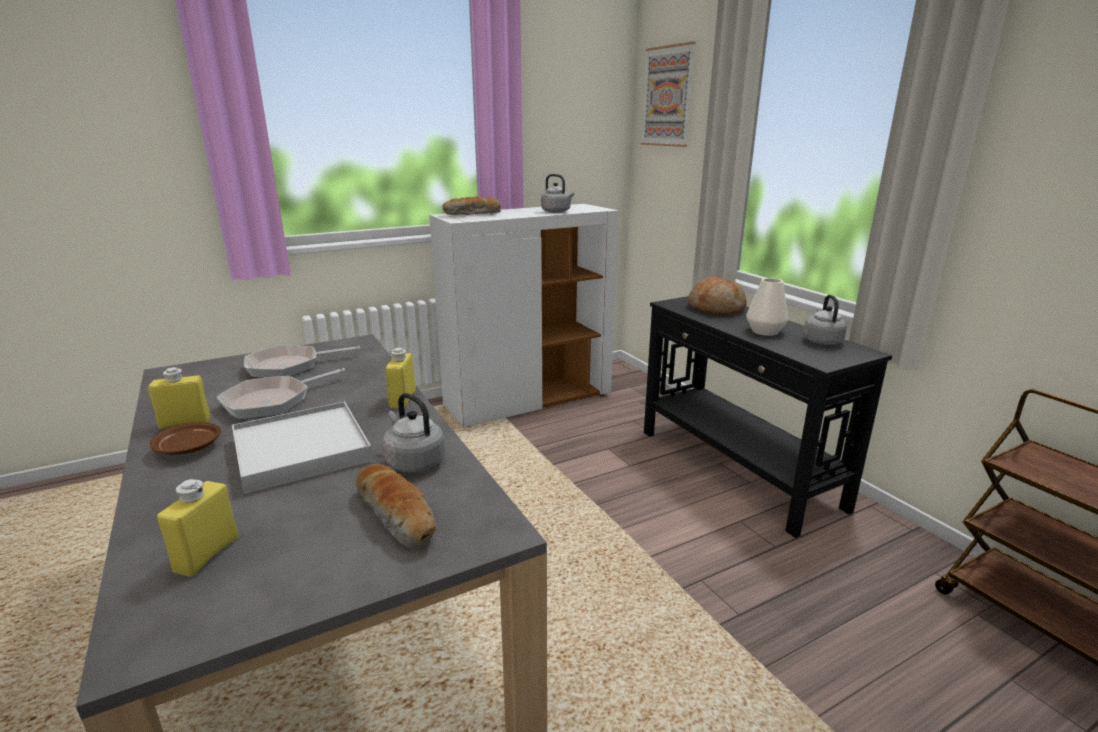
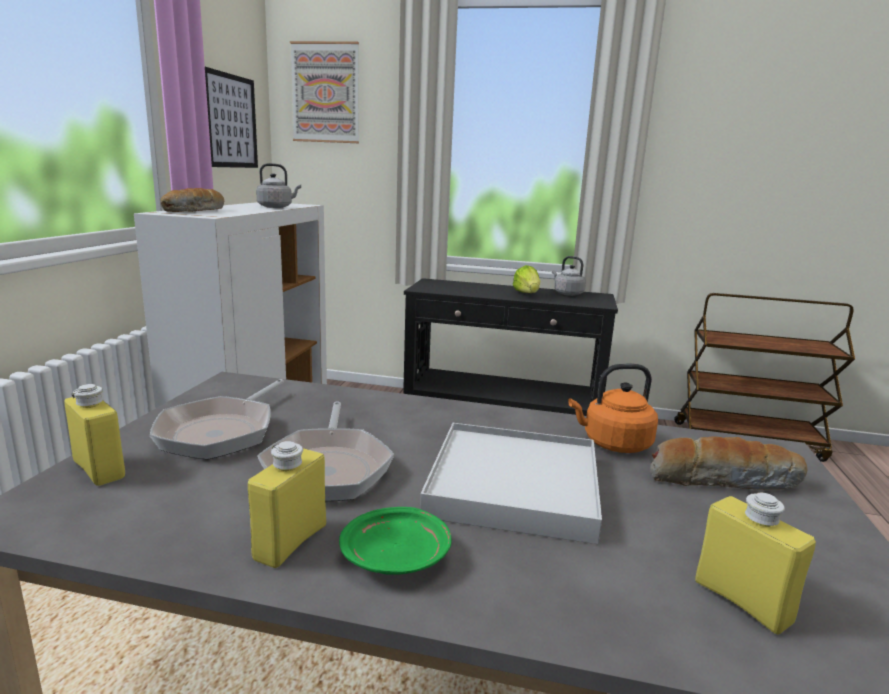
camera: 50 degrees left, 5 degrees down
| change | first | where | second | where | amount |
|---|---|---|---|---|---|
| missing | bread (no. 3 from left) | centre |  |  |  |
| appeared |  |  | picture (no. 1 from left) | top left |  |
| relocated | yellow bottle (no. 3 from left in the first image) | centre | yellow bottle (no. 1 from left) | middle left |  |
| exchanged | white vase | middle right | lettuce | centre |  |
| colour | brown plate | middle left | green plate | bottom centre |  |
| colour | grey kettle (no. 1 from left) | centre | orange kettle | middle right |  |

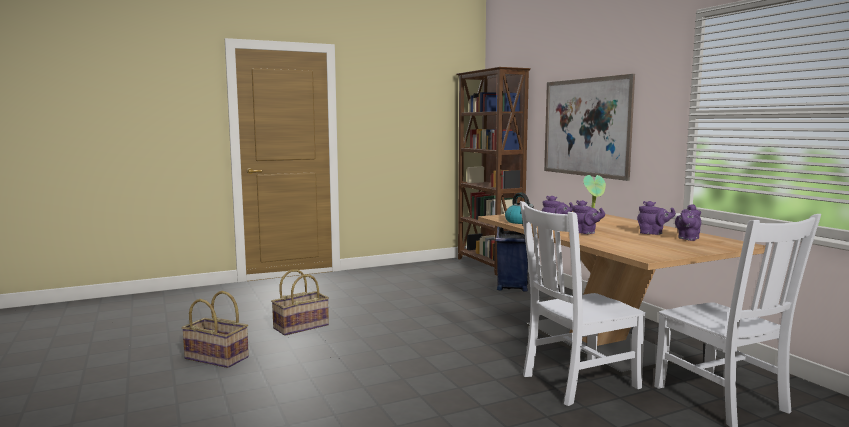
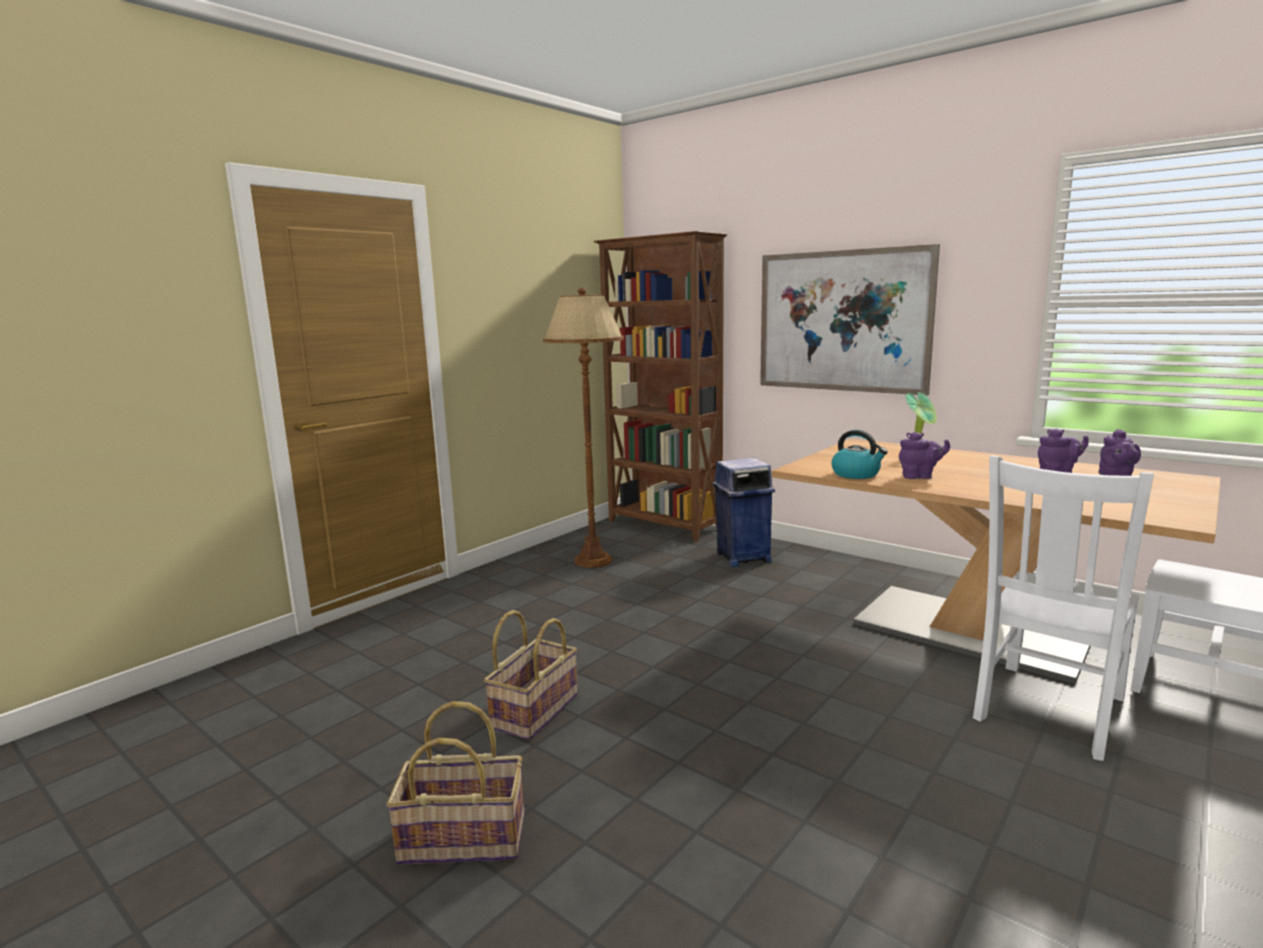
camera: 25 degrees left, 5 degrees up
| change | first | where | second | where | amount |
|---|---|---|---|---|---|
| missing | purple teapot (no. 2 from left) | middle right |  |  |  |
| appeared |  |  | brown floor lamp | centre |  |

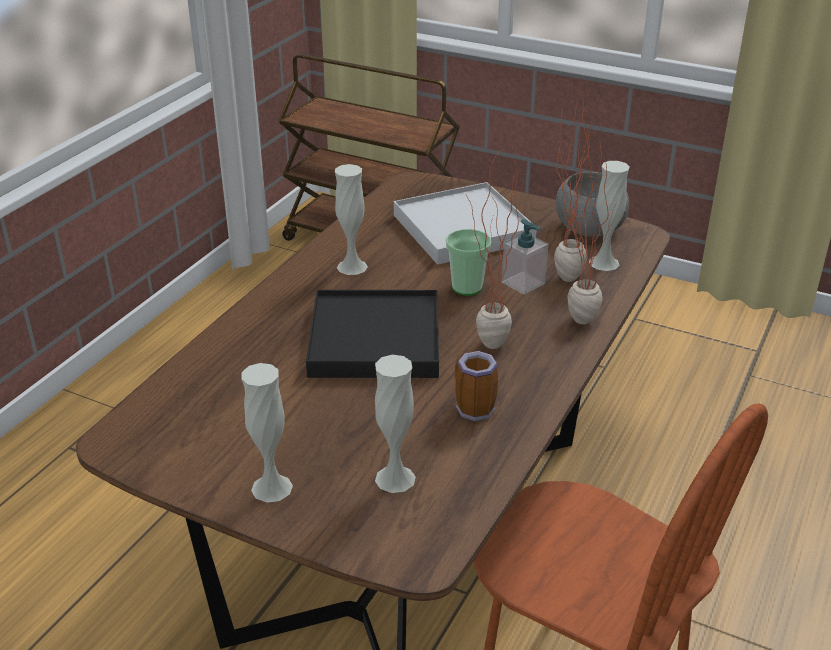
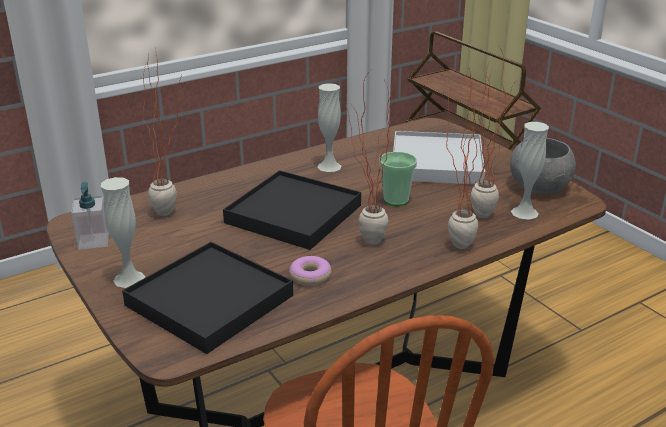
camera: 30 degrees right, 5 degrees down
| change | first | where | second | where | amount |
|---|---|---|---|---|---|
| appeared |  |  | potted plant (no. 1 from left) | top left |  |
| relocated | soap dispenser | centre |  | middle left |  |
| exchanged | white vase (no. 3 from left) | centre | black tray (no. 1 from left) | bottom left |  |
| exchanged | mug | centre | donut | centre |  |

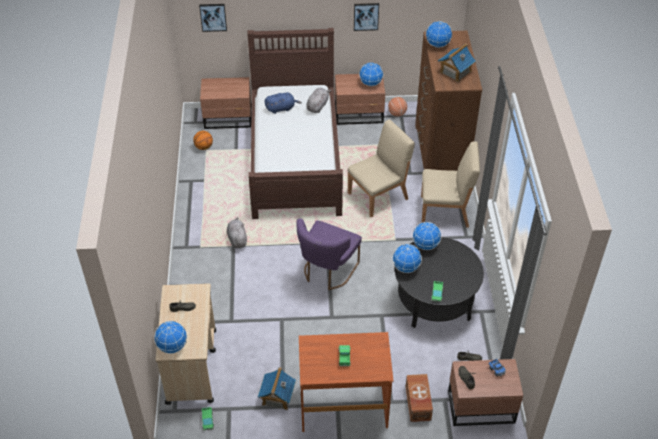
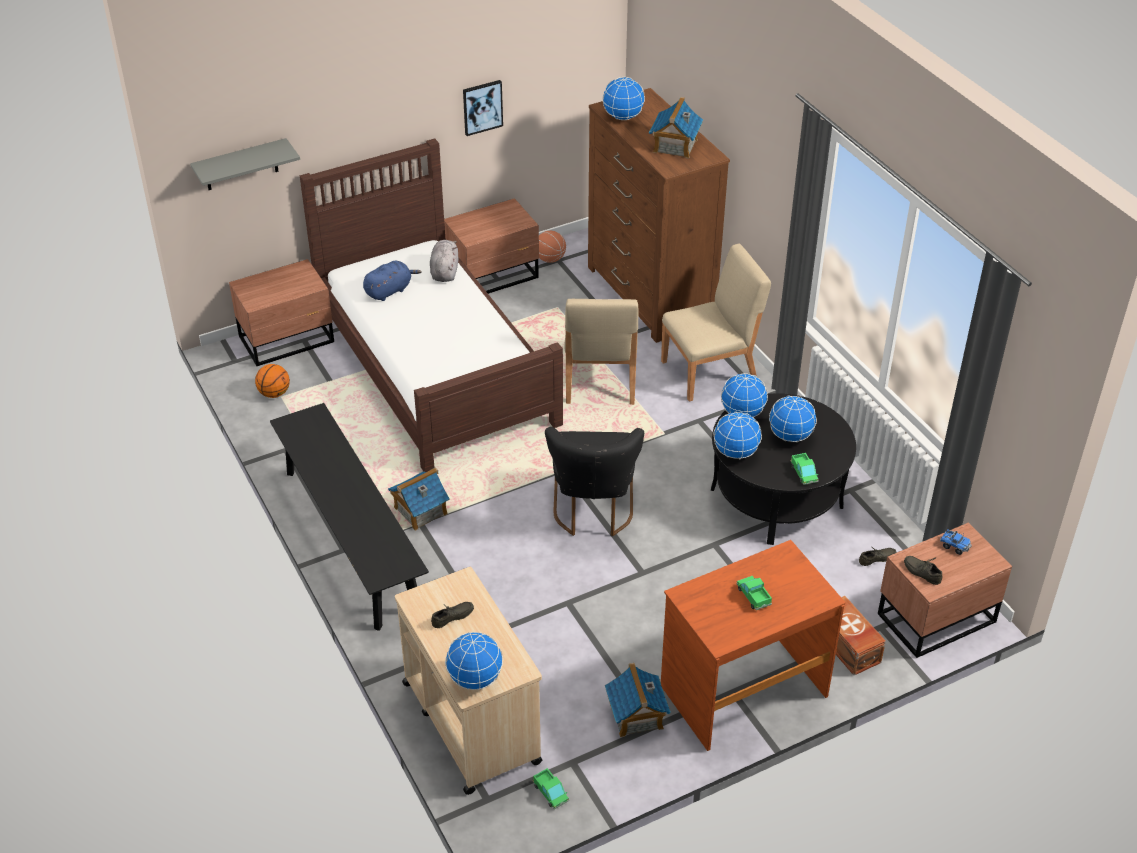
camera: 25 degrees left, 5 degrees down
| change | first | where | second | where | amount |
|---|---|---|---|---|---|
| appeared |  |  | black bench | middle left |  |
| relocated | globe (no. 2 from left in the first image) | top centre | globe (no. 5 from left) | middle right |  |
| exchanged | picture (no. 1 from left) | top left | grey shelf | top left |  |
| exchanged | grey plush toy (no. 1 from left) | centre | toy house (no. 1 from left) | centre |  |
| colour | purple chair | centre | black chair | centre |  |
| spun | beige chair (no. 1 from left) | centre |  | centre | 150 degrees clockwise |

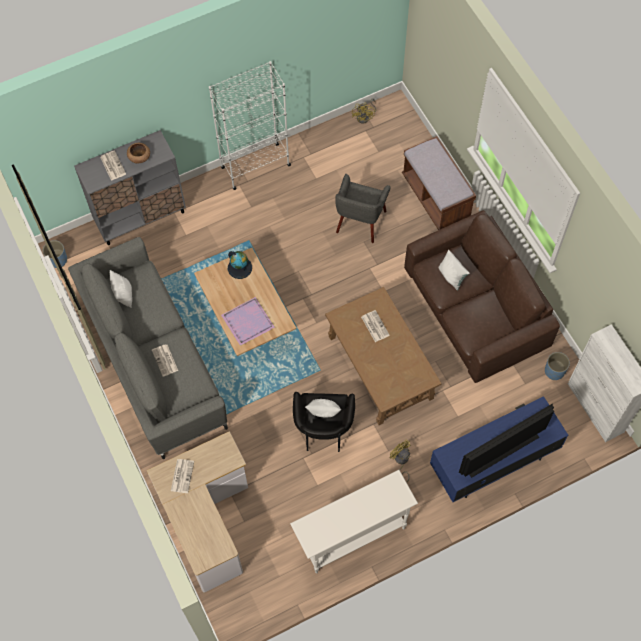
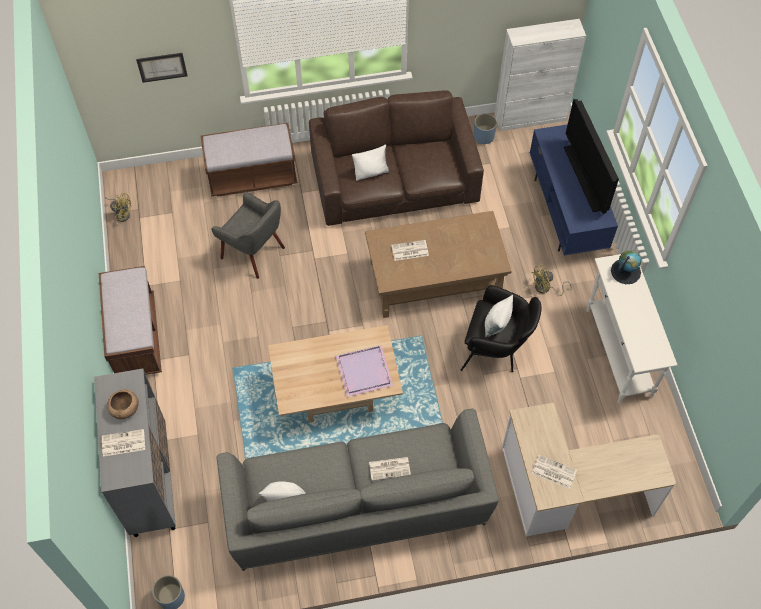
camera: 75 degrees left, 5 degrees down
| change | first | where | second | where | amount |
|---|---|---|---|---|---|
| appeared |  |  | picture | top left |  |
| relocated | globe | centre |  | middle right |  |
| exchanged | white bookcase | top centre | brown bench (no. 1 from left) | middle left |  |

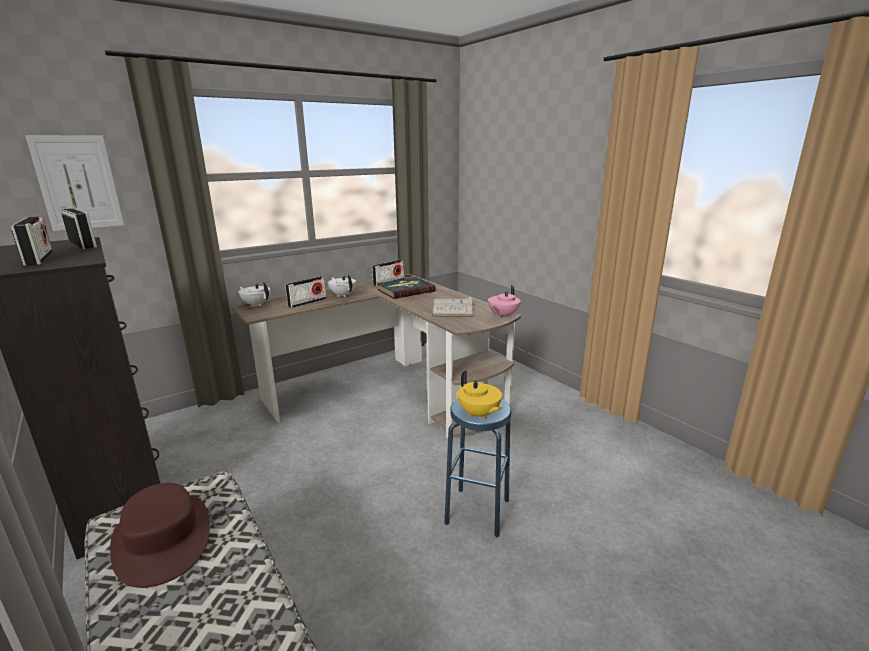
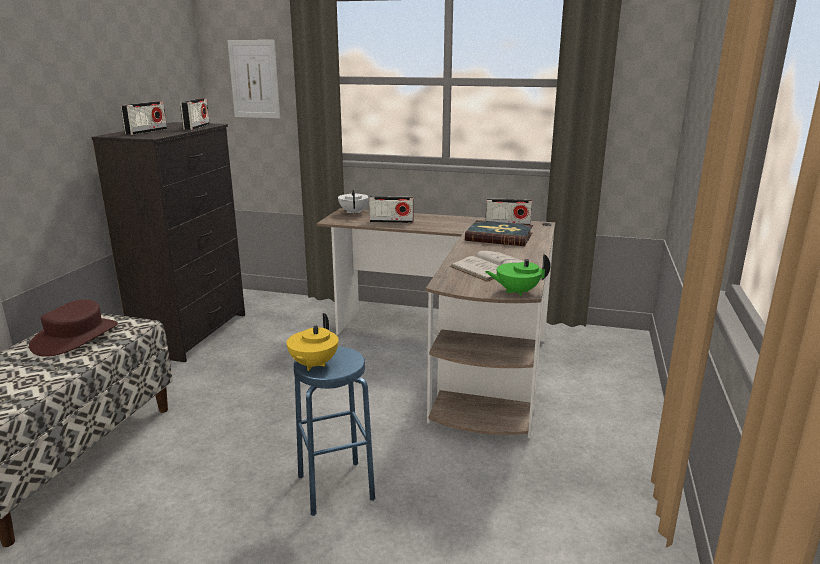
camera: 50 degrees right, 0 degrees up
| change | first | where | second | where | amount |
|---|---|---|---|---|---|
| missing | white teapot (no. 2 from left) | centre |  |  |  |
| colour | pink teapot | centre | green teapot | centre |  |

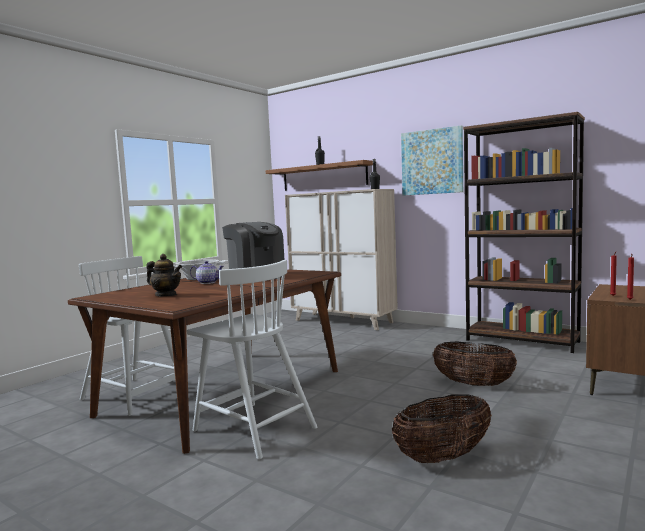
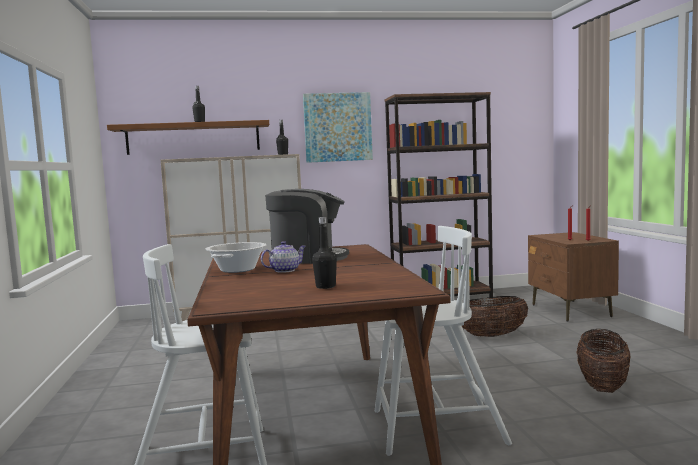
camera: 45 degrees left, 0 degrees up
| change | first | where | second | where | amount |
|---|---|---|---|---|---|
| exchanged | teapot (no. 1 from left) | middle left | black bottle (no. 3 from left) | centre |  |

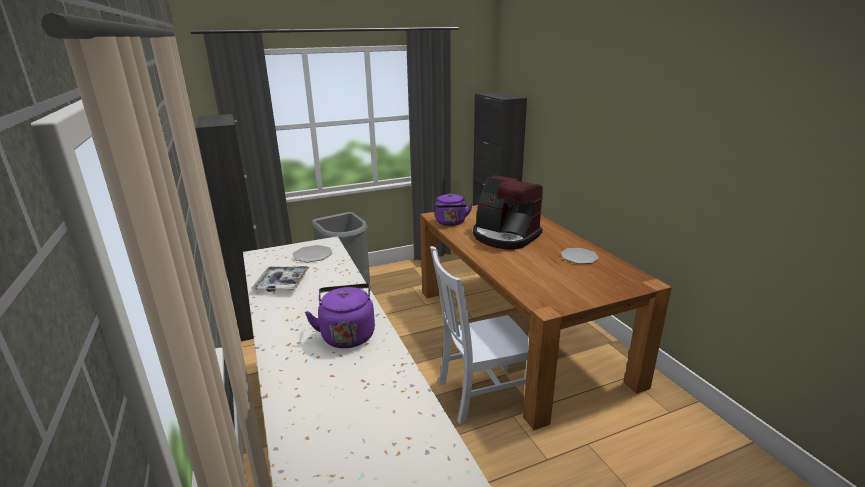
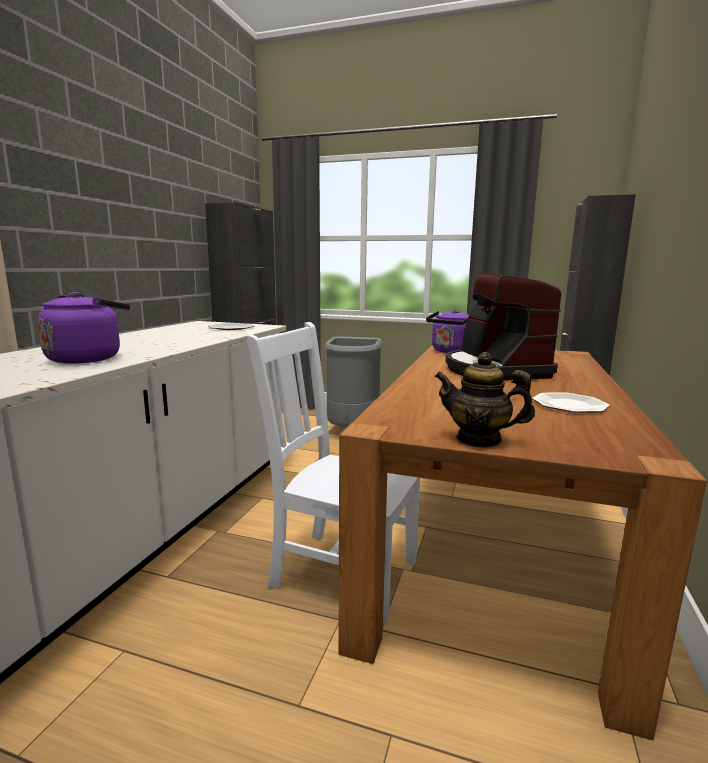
camera: 40 degrees right, 10 degrees down
| change | first | where | second | where | amount |
|---|---|---|---|---|---|
| missing | tray | middle left |  |  |  |
| appeared |  |  | teapot | middle right |  |

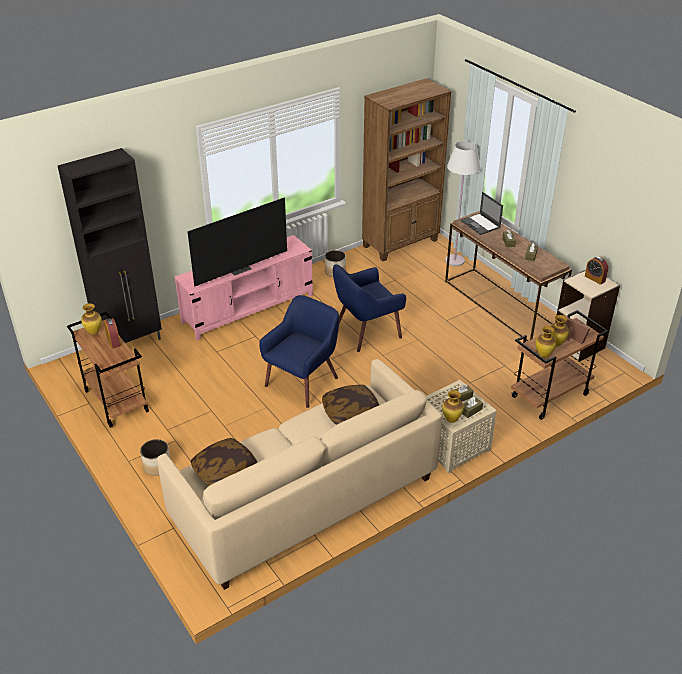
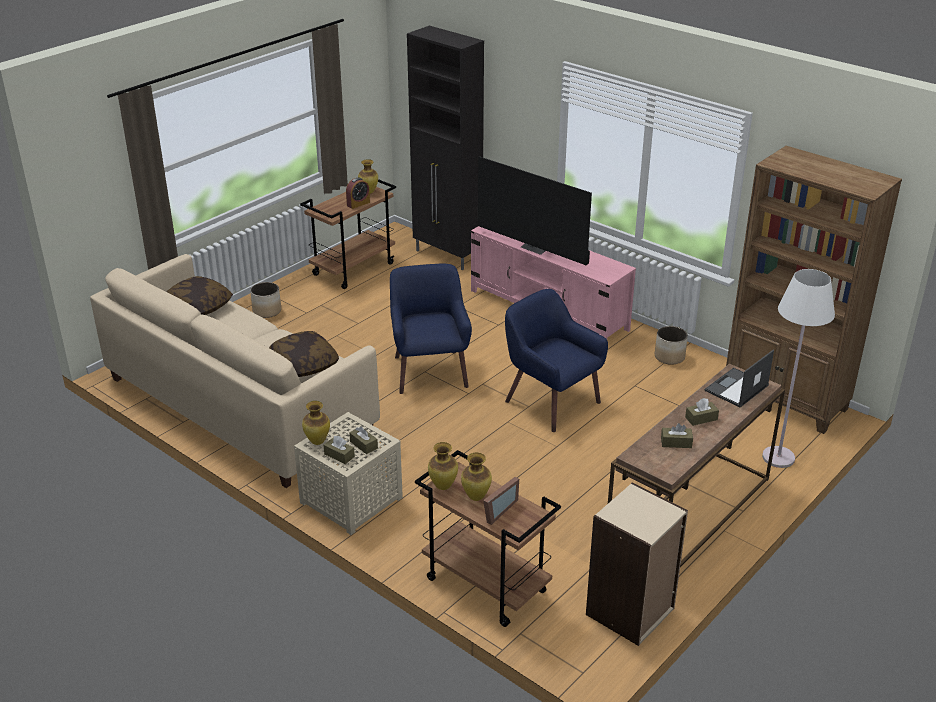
camera: 75 degrees right, 5 degrees down
| change | first | where | second | where | amount |
|---|---|---|---|---|---|
| missing | alarm clock (no. 2 from left) | middle right |  |  |  |
| spun | blue armchair (no. 1 from left) | centre |  | centre | 120 degrees counterclockwise |

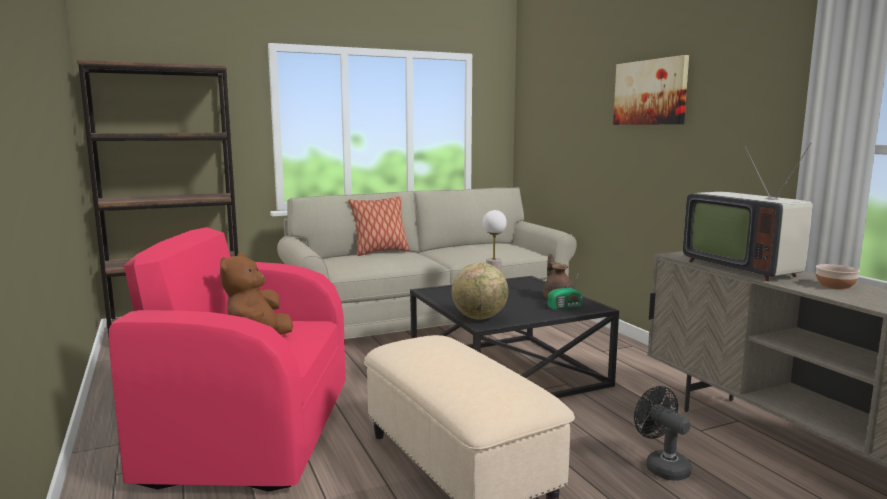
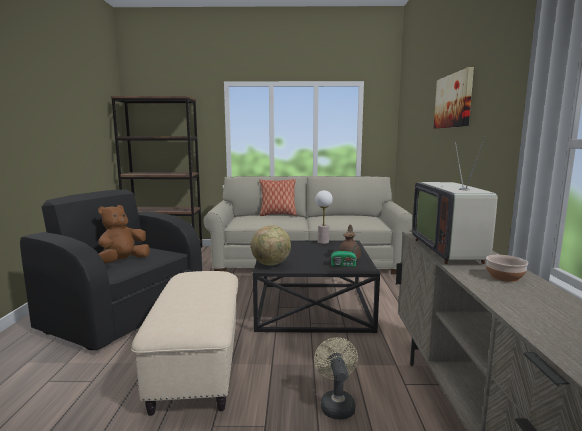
camera: 25 degrees right, 0 degrees up
| change | first | where | second | where | amount |
|---|---|---|---|---|---|
| colour | pink armchair | bottom left | black armchair | middle left |  |
| colour | black fan | bottom right | beige fan | bottom centre |  |

